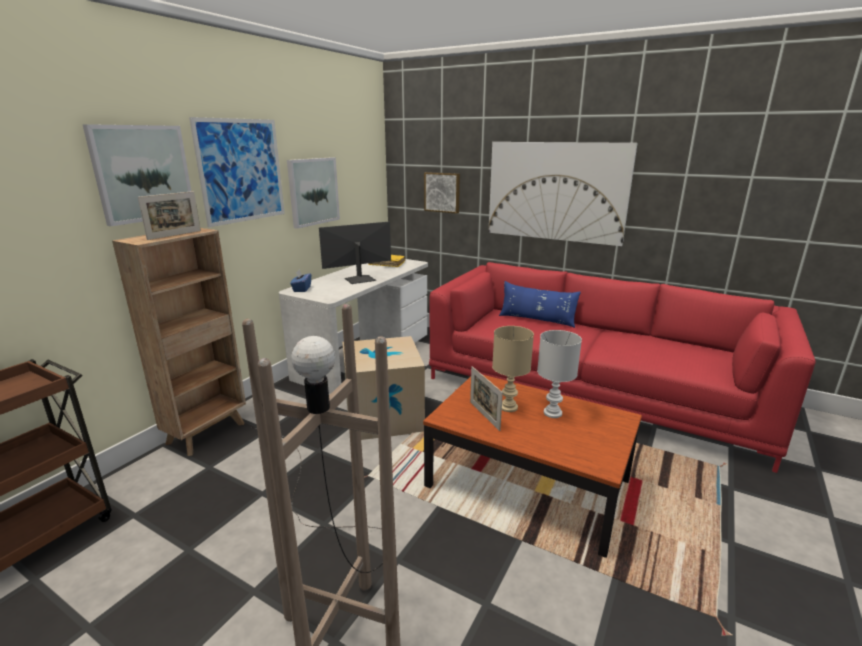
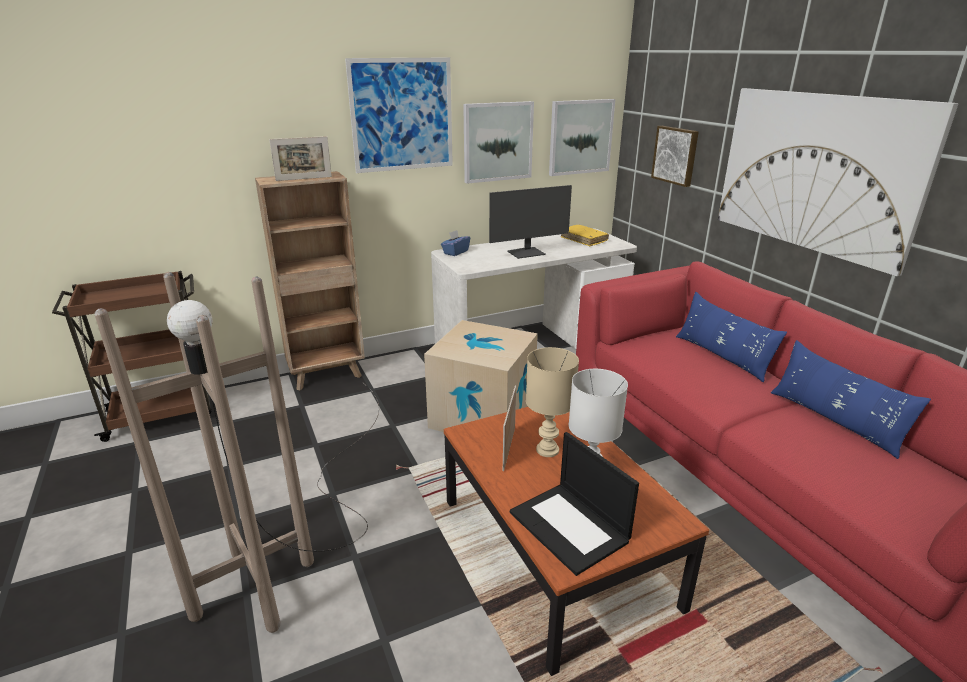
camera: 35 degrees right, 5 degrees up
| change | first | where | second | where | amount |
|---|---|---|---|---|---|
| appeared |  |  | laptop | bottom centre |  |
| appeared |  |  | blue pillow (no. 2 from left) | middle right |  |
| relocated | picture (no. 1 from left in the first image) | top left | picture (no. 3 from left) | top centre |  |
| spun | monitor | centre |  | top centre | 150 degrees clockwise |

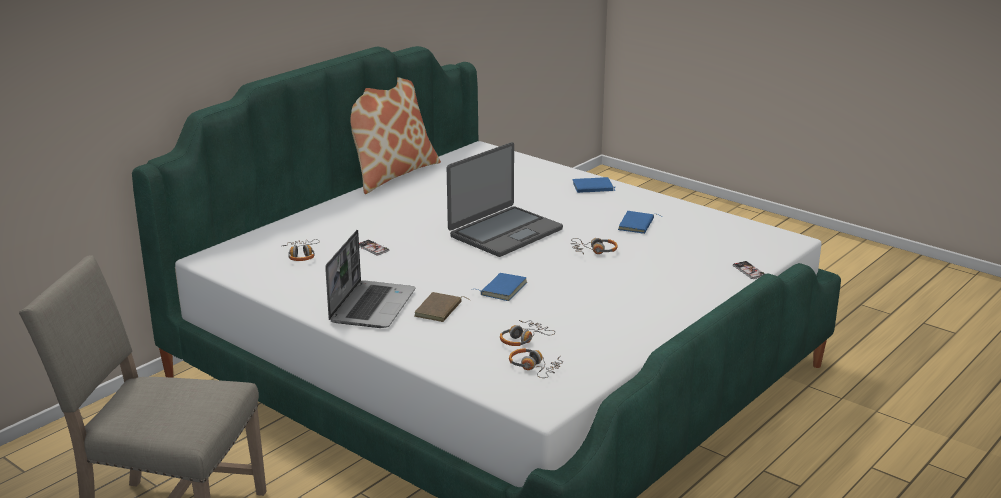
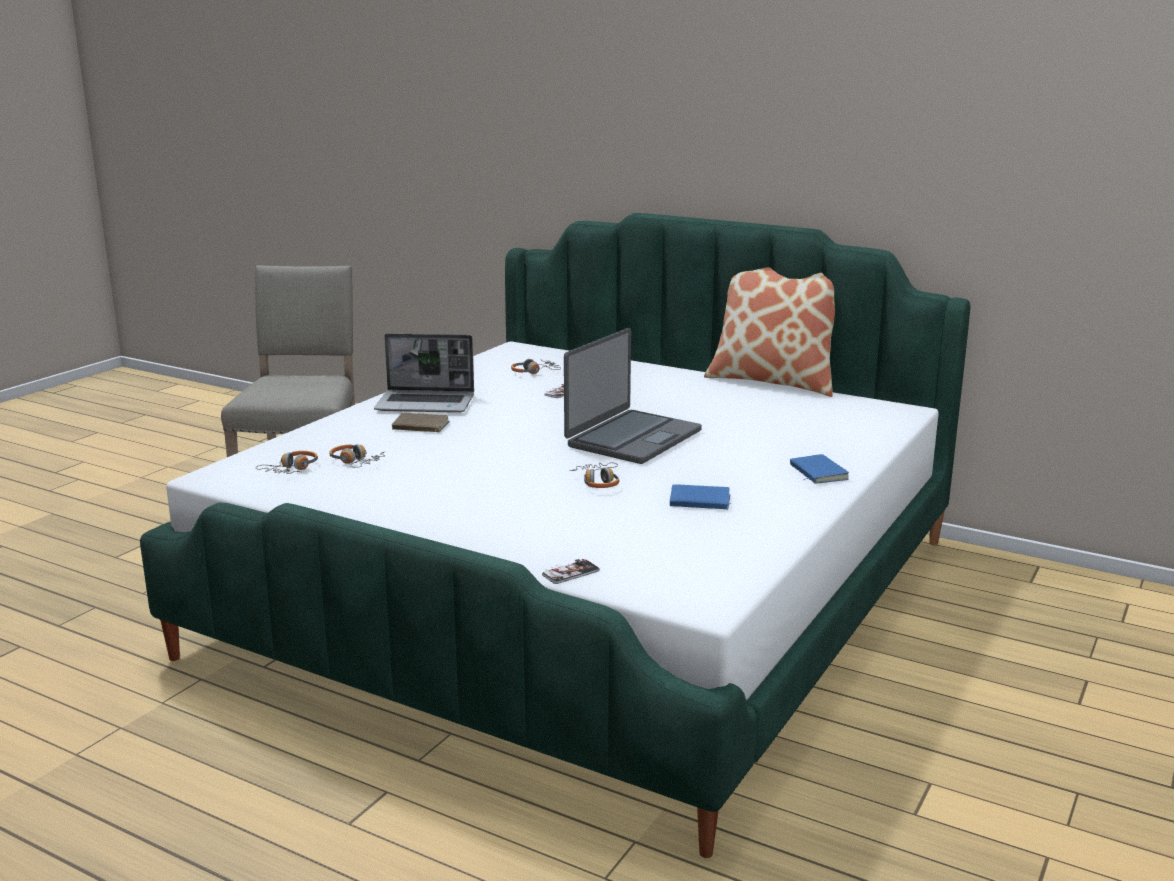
camera: 80 degrees right, 5 degrees down
| change | first | where | second | where | amount |
|---|---|---|---|---|---|
| missing | blue book (no. 1 from left) | centre |  |  |  |
| spun | laptop (no. 2 from left) | centre |  | centre | 90 degrees counterclockwise |

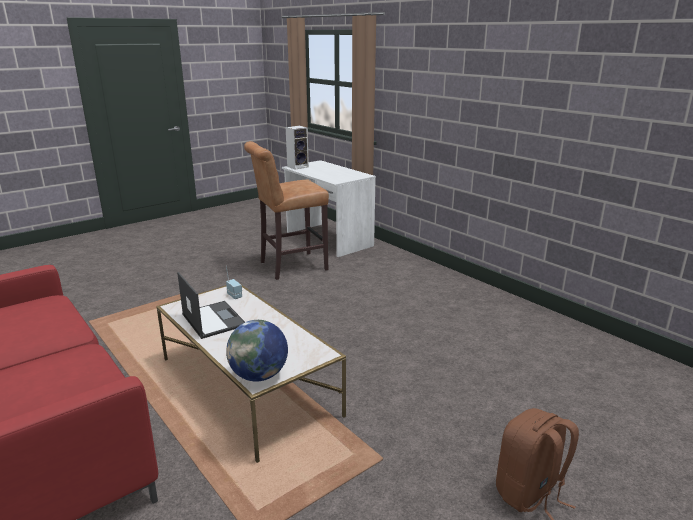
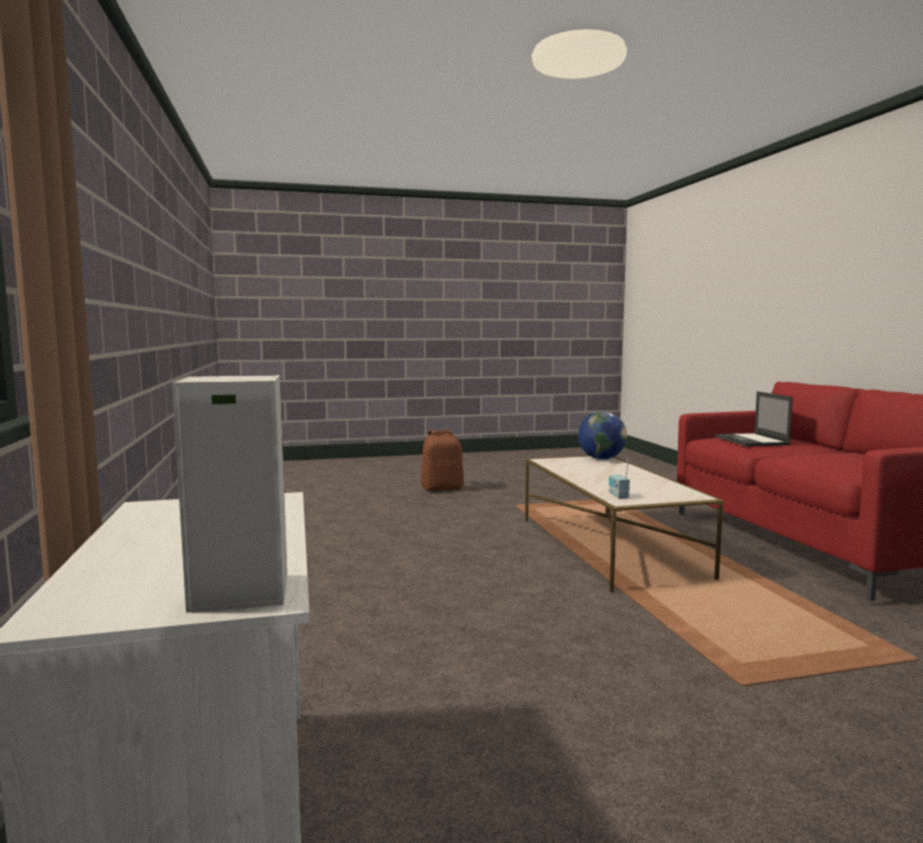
camera: 155 degrees left, 15 degrees down
| change | first | where | second | where | amount |
|---|---|---|---|---|---|
| missing | brown stool | centre |  |  |  |
| relocated | laptop | middle left |  | middle right |  |

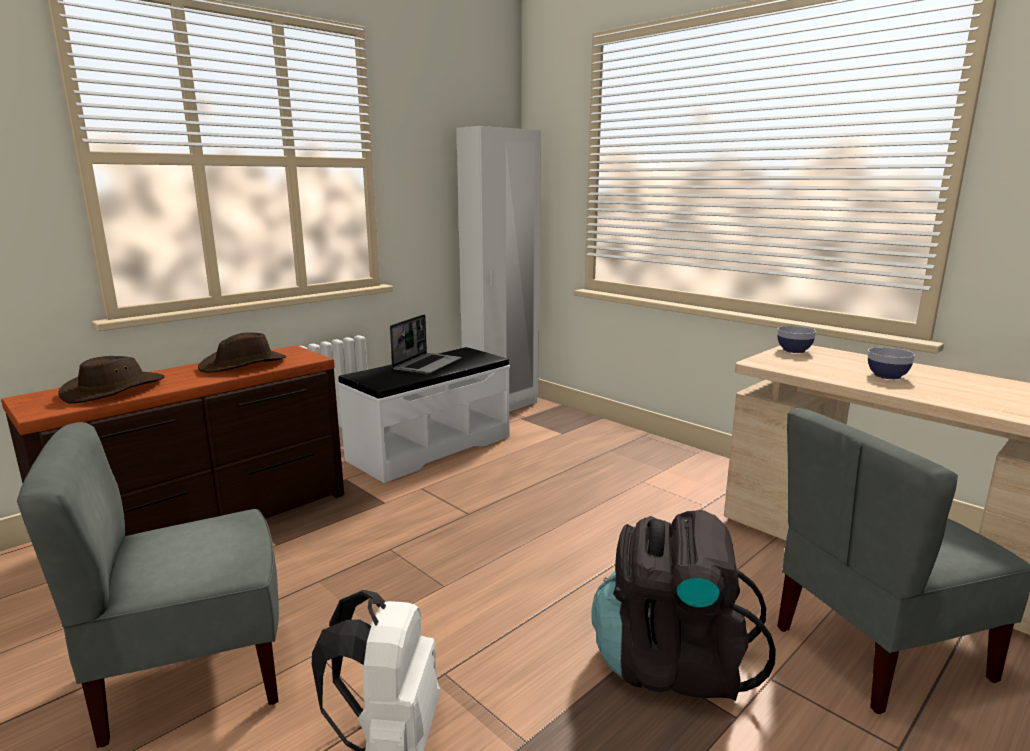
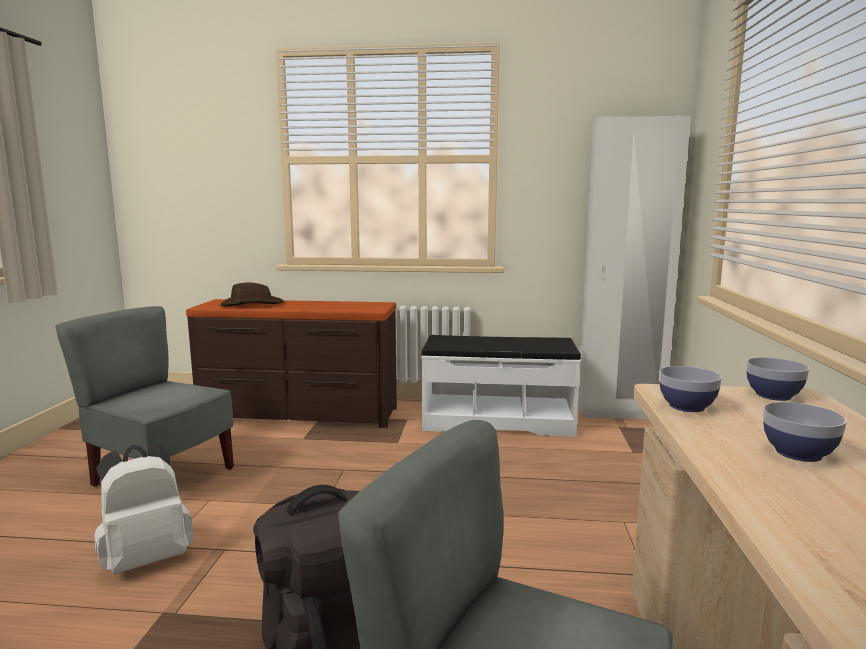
camera: 50 degrees right, 5 degrees down
| change | first | where | second | where | amount |
|---|---|---|---|---|---|
| missing | brown hat (no. 2 from left) | middle left |  |  |  |
| missing | laptop | centre |  |  |  |
| appeared |  |  | bowl (no. 1 from left) | middle right |  |

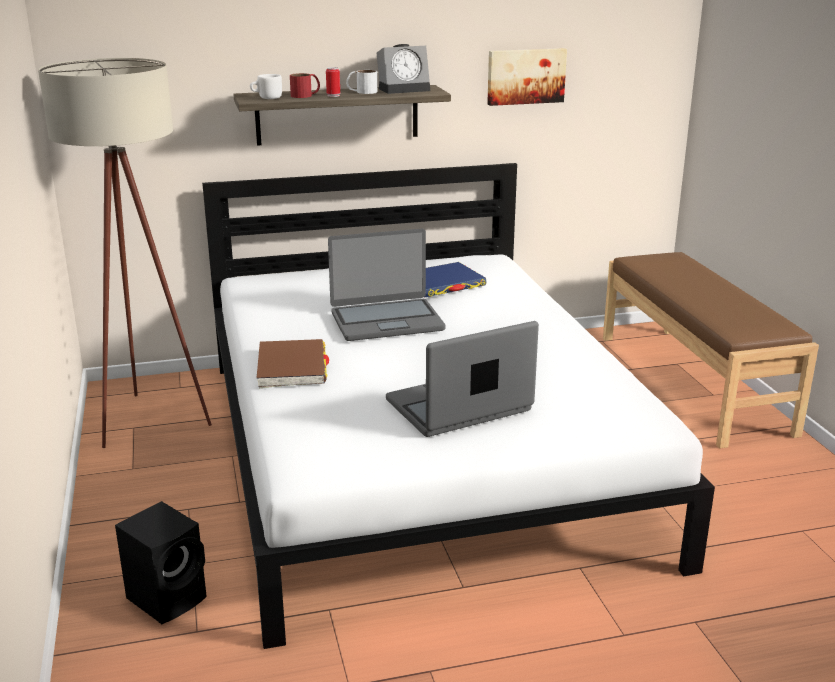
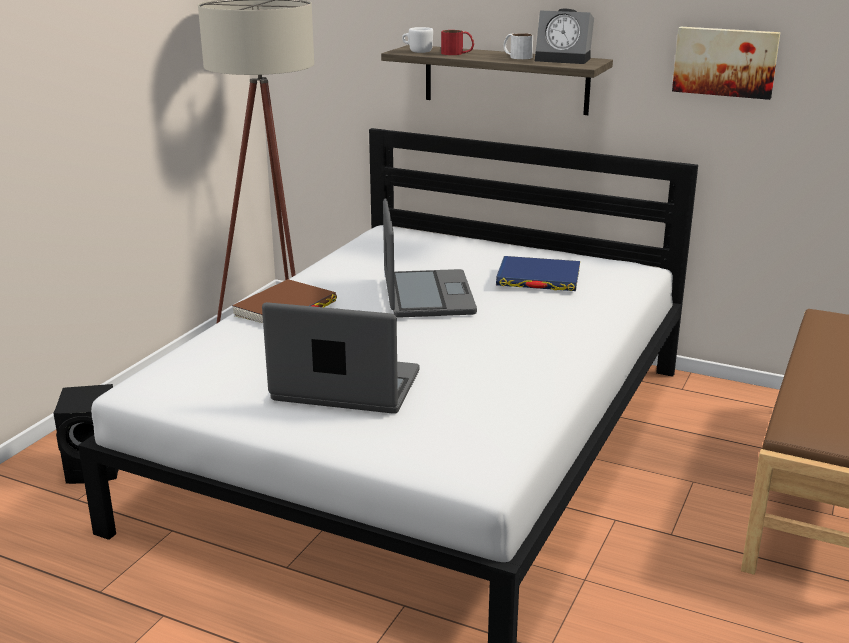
camera: 40 degrees right, 0 degrees up
| change | first | where | second | where | amount |
|---|---|---|---|---|---|
| missing | can | top centre |  |  |  |
| spun | laptop (no. 1 from left in the first image) | centre | laptop (no. 2 from left) | centre | 120 degrees counterclockwise |

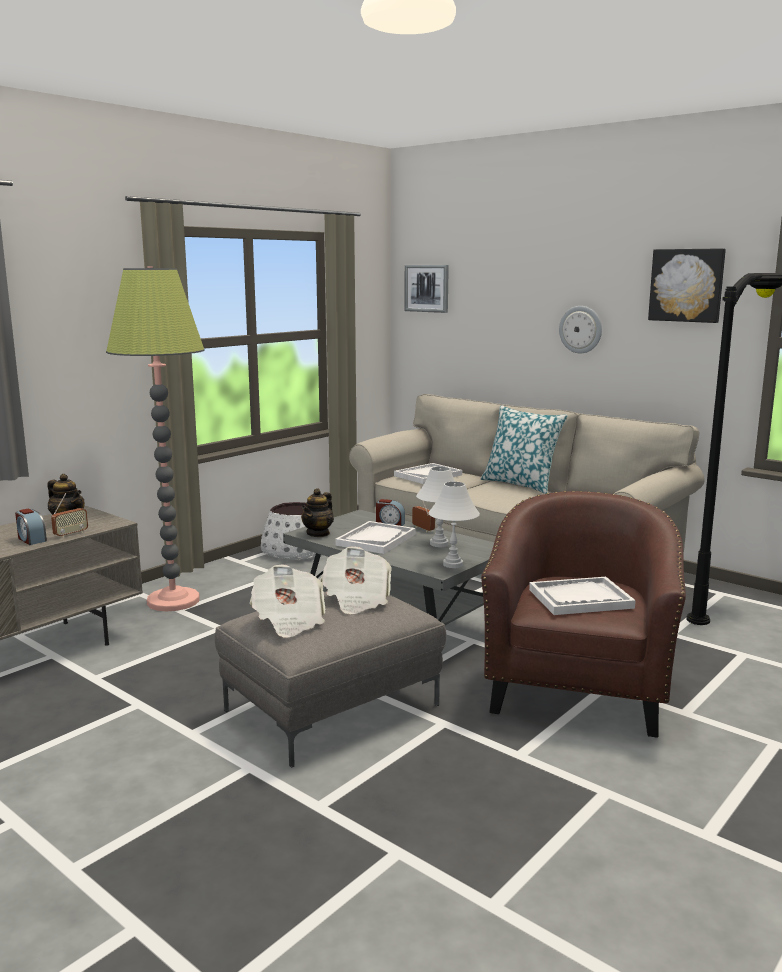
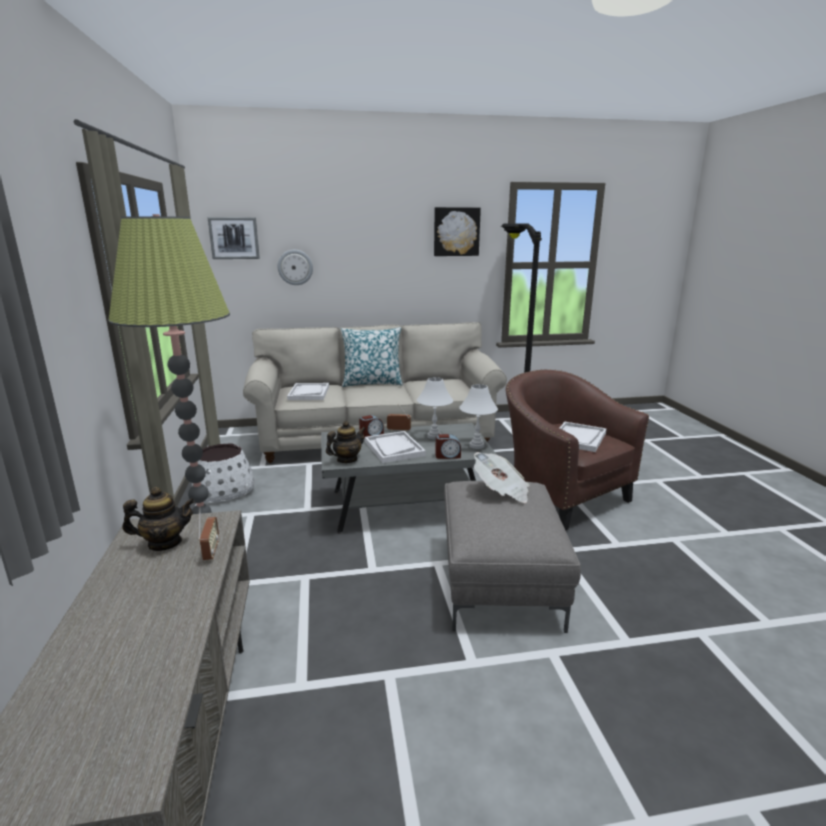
camera: 50 degrees left, 5 degrees up
| change | first | where | second | where | amount |
|---|---|---|---|---|---|
| missing | newspaper (no. 1 from left) | centre |  |  |  |
| relocated | alarm clock (no. 1 from left in the first image) | middle left | alarm clock (no. 2 from left) | centre |  |
| relocated | wall clock | middle right |  | top centre |  |
| spun | teapot (no. 2 from left) | centre |  | centre | 105 degrees counterclockwise |

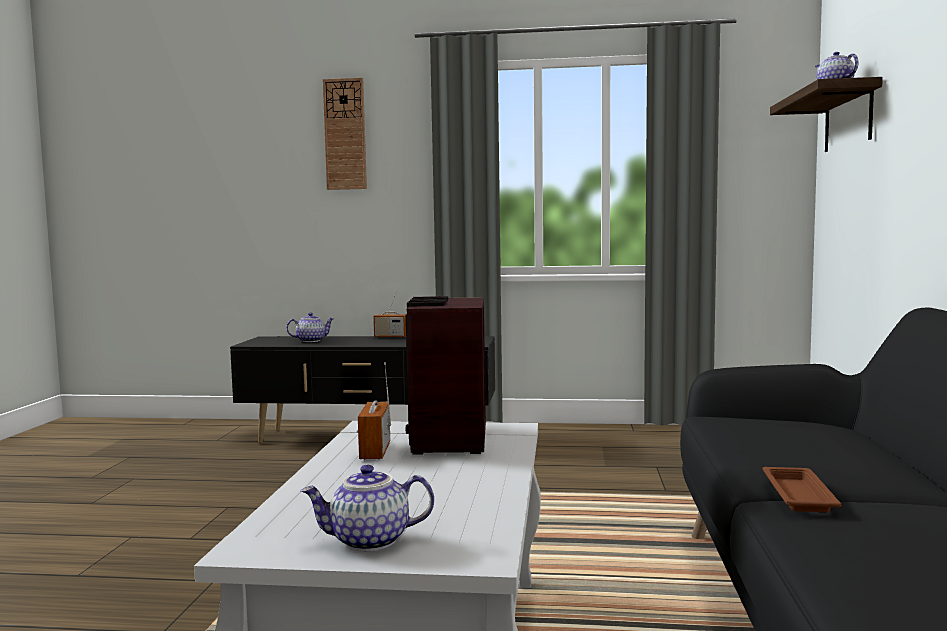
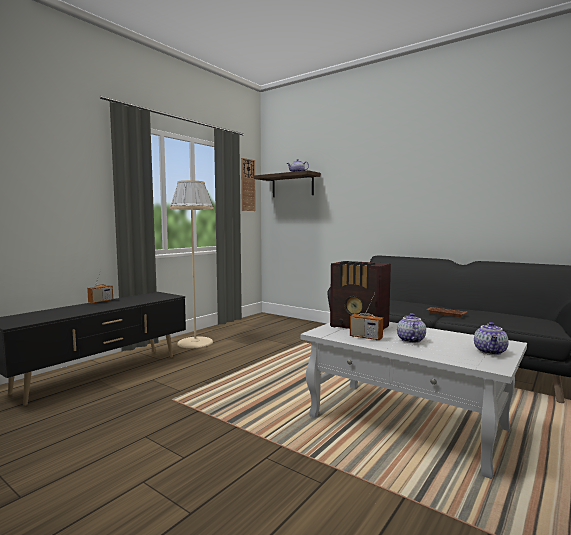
camera: 60 degrees left, 0 degrees up
| change | first | where | second | where | amount |
|---|---|---|---|---|---|
| appeared |  |  | beige floor lamp | centre |  |
| relocated | teapot (no. 1 from left in the first image) | middle left | teapot (no. 2 from left) | middle right |  |
| relocated | wall clock | top centre |  | centre |  |

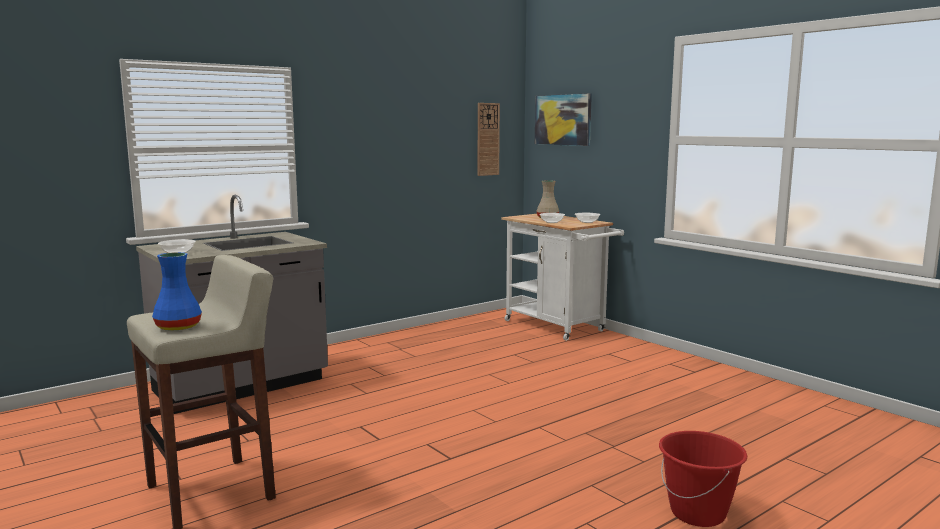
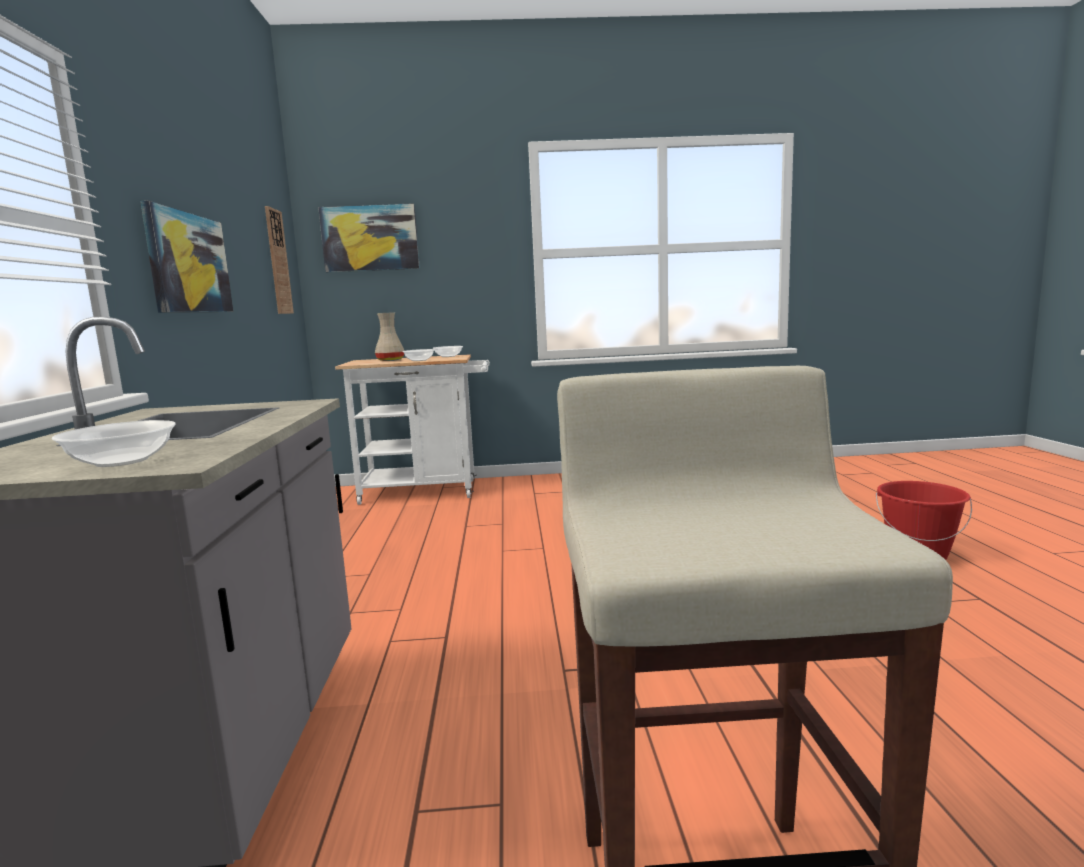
camera: 55 degrees left, 0 degrees up
| change | first | where | second | where | amount |
|---|---|---|---|---|---|
| missing | blue vase | middle left |  |  |  |
| appeared |  |  | picture (no. 1 from left) | top left |  |

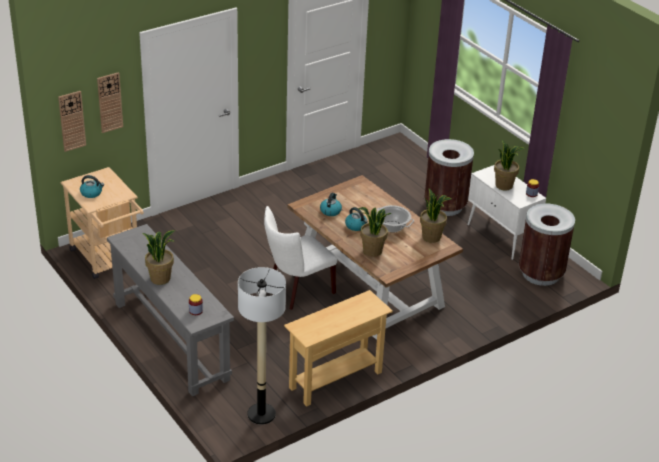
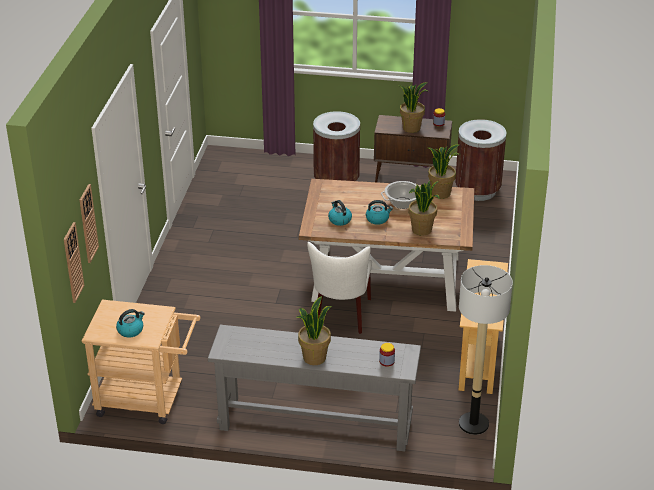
camera: 45 degrees left, 0 degrees up
| change | first | where | second | where | amount |
|---|---|---|---|---|---|
| colour | white cabinet | middle right | brown cabinet | top centre |  |

